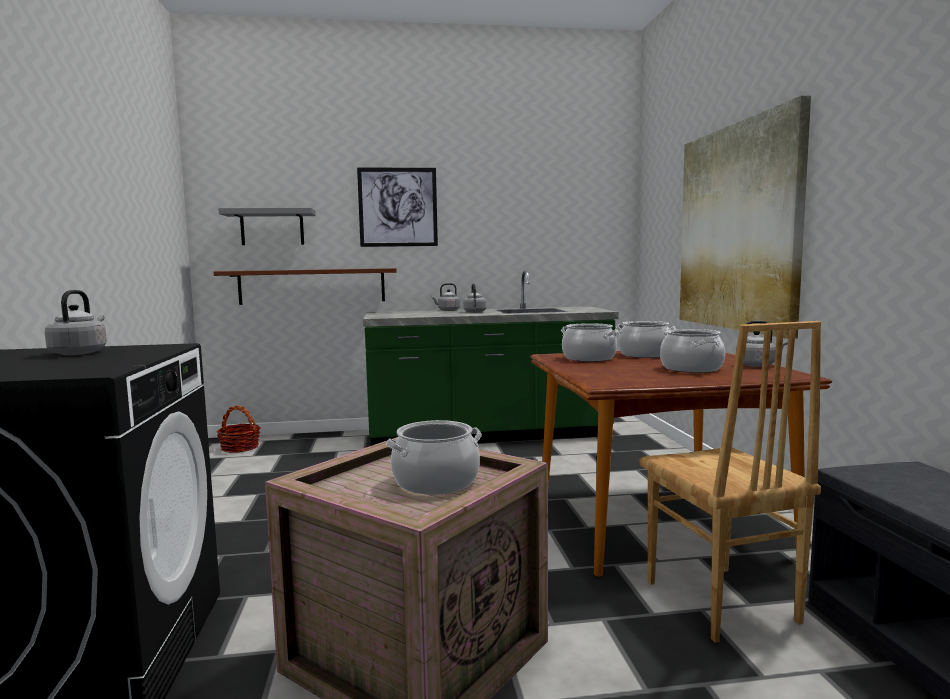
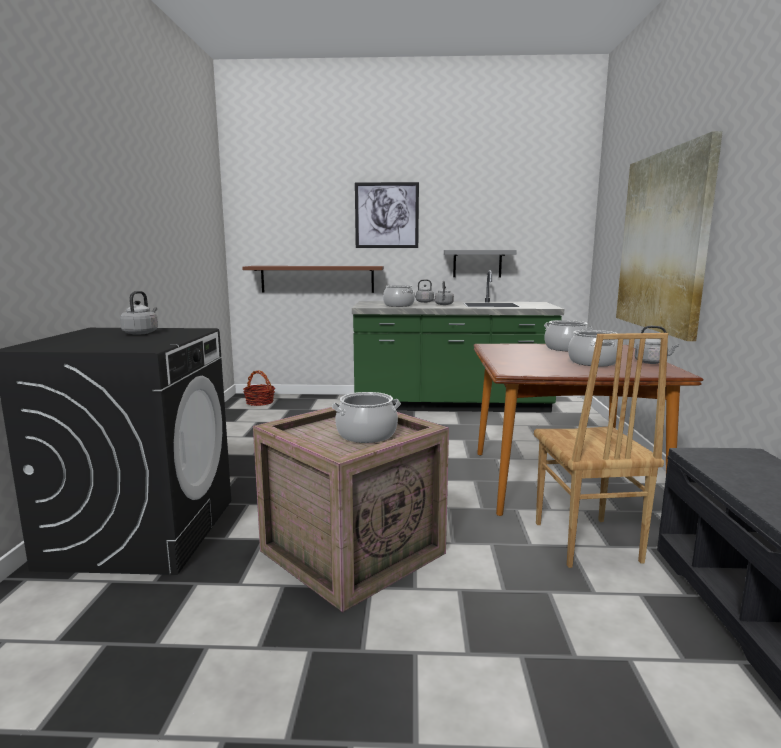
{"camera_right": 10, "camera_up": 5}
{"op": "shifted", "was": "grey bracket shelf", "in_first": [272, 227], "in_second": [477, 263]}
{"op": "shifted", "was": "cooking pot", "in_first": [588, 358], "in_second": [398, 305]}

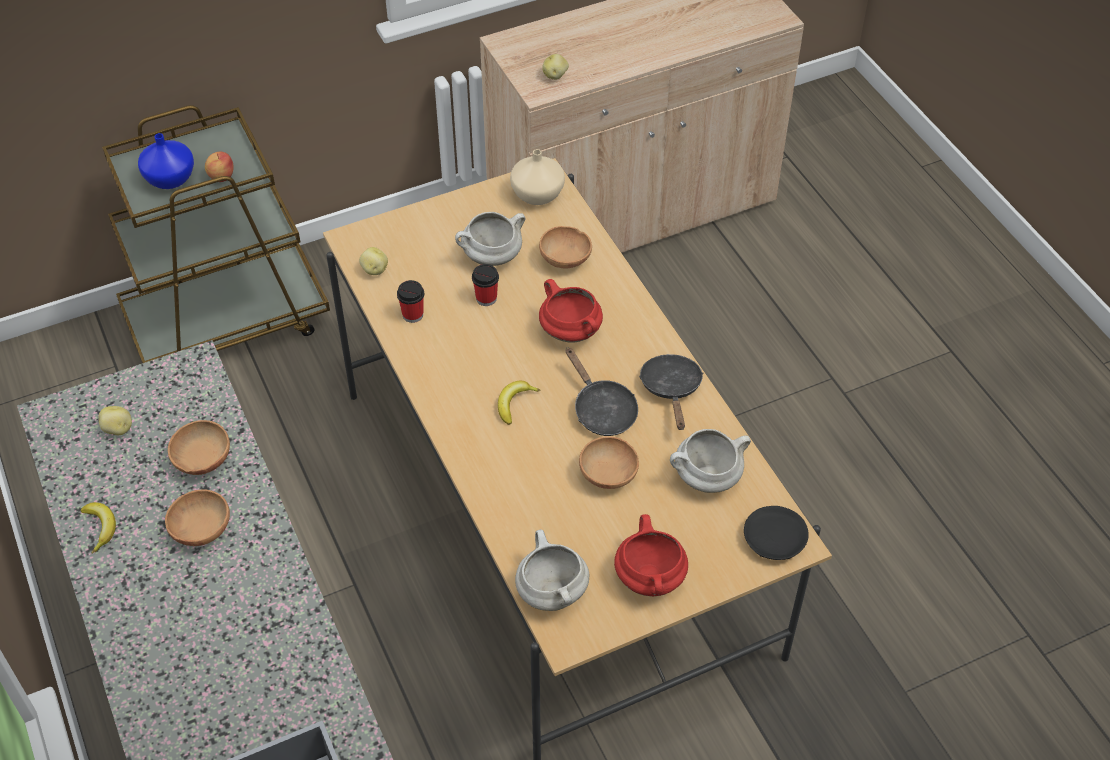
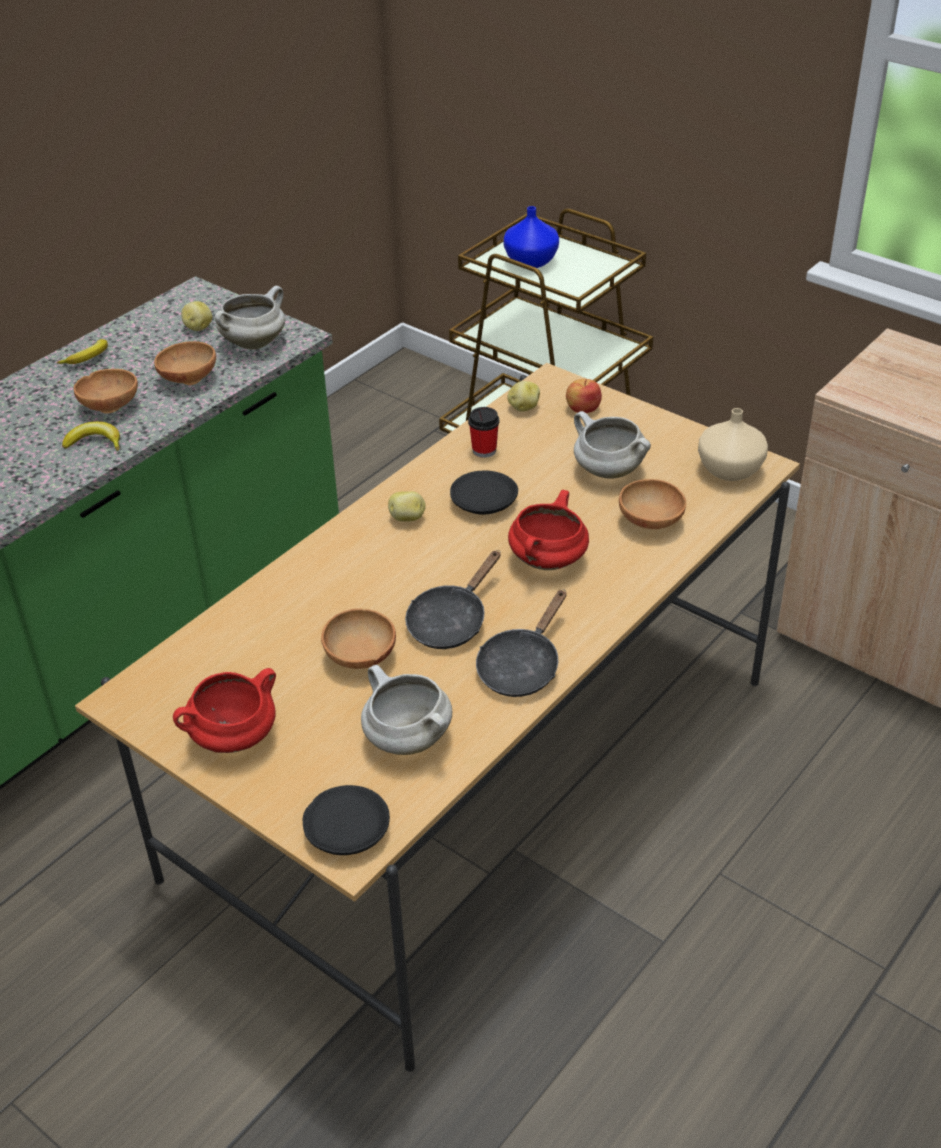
{"camera_right": 65, "camera_up": -10}
{"op": "shifted", "was": "apple fruit", "in_first": [221, 176], "in_second": [583, 408]}
{"op": "gone", "was": "small cup", "in_first": [486, 298]}
{"op": "shifted", "was": "banana fruit", "in_first": [514, 403], "in_second": [95, 442]}
{"op": "shifted", "was": "white cooking pot", "in_first": [550, 591], "in_second": [254, 343]}
{"op": "shifted", "was": "spud", "in_first": [555, 75], "in_second": [408, 518]}
{"op": "rotated", "was": "black-coloured frying pan", "in_first": [671, 389], "in_second": [522, 666], "clockwise": 150}
{"op": "new", "now": "black-coloured plate", "in_second": [483, 502]}

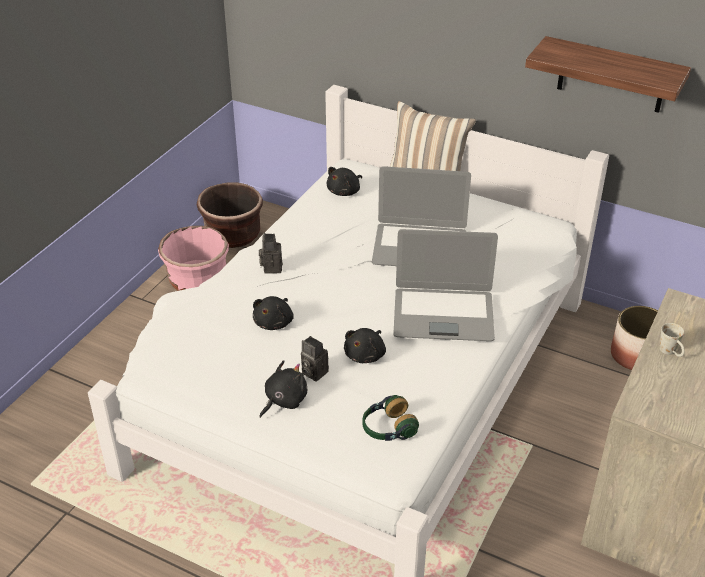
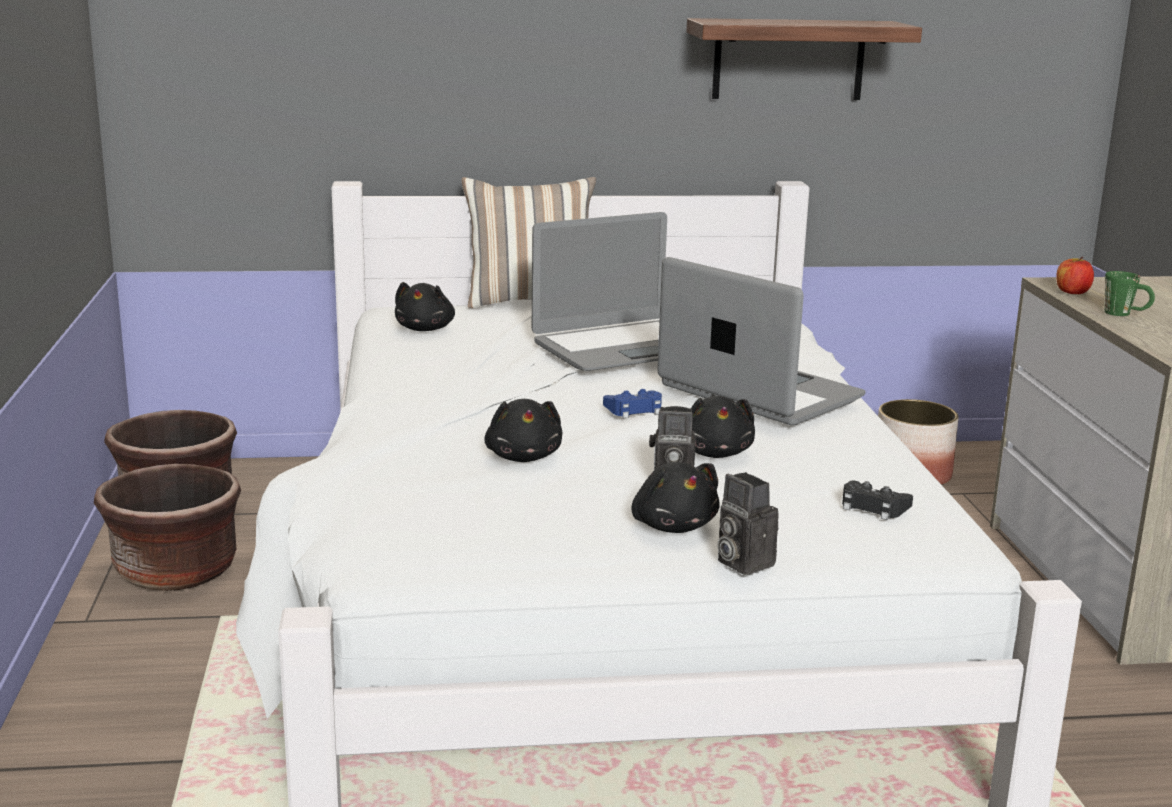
{"camera_right": -35, "camera_up": -20}
{"op": "repainted", "was": "pink-coloured flower pot", "now": "brown-coloured flower pot", "in_first": [198, 281], "in_second": [175, 571]}
{"op": "shifted", "was": "still camera", "in_first": [271, 267], "in_second": [741, 562]}
{"op": "rotated", "was": "black-coloured soft toy", "in_first": [284, 400], "in_second": [673, 525], "clockwise": 150}
{"op": "swapped", "was": "pair of headphones", "now": "black-coloured game controller", "in_first": [388, 429], "in_second": [873, 507]}
{"op": "rotated", "was": "portable computer", "in_first": [443, 315], "in_second": [758, 393], "clockwise": -105}
{"op": "repainted", "was": "white tea mug", "now": "green tea mug", "in_first": [671, 352], "in_second": [1125, 314]}
{"op": "new", "now": "bluish game controller", "in_second": [635, 410]}
{"op": "new", "now": "apple fruit", "in_second": [1072, 292]}

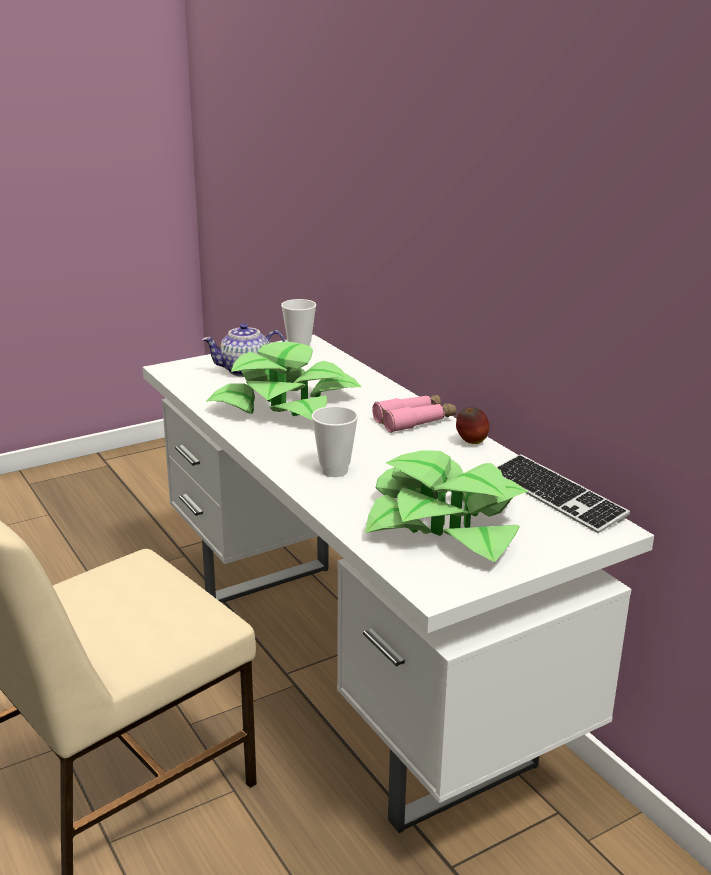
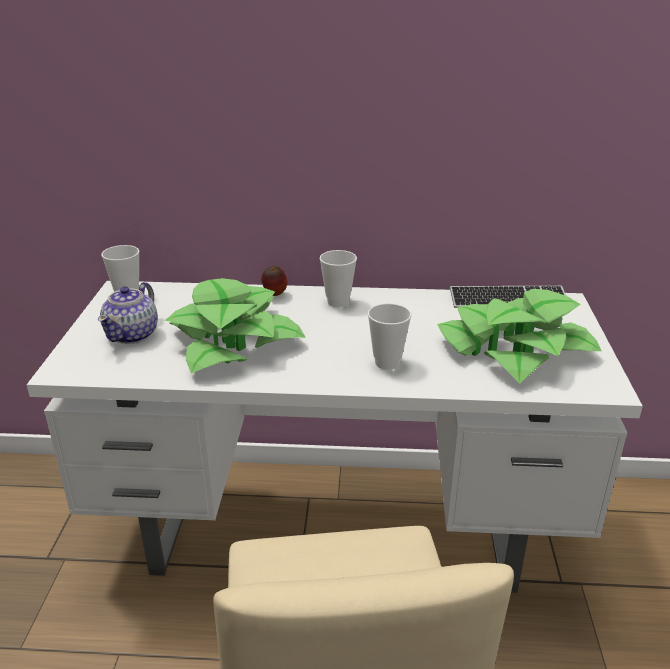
{"camera_right": -55, "camera_up": 5}
{"op": "swapped", "was": "pink-coloured pair of binoculars", "now": "small cup", "in_first": [414, 421], "in_second": [338, 302]}
{"op": "shifted", "was": "apple fruit", "in_first": [471, 443], "in_second": [274, 295]}

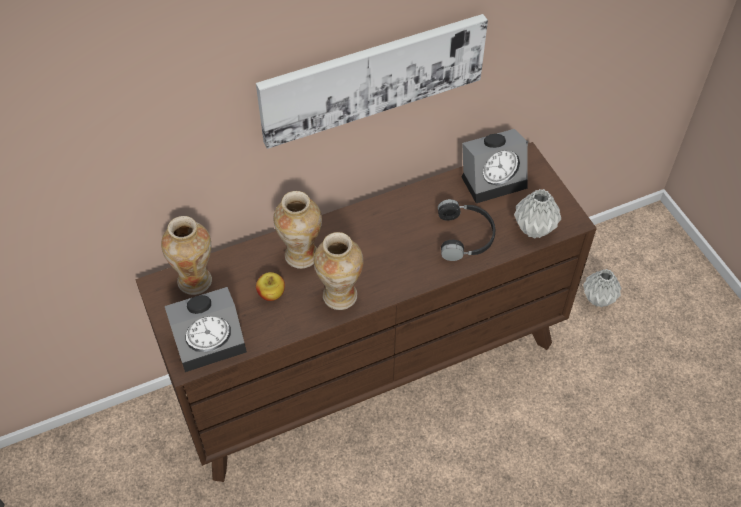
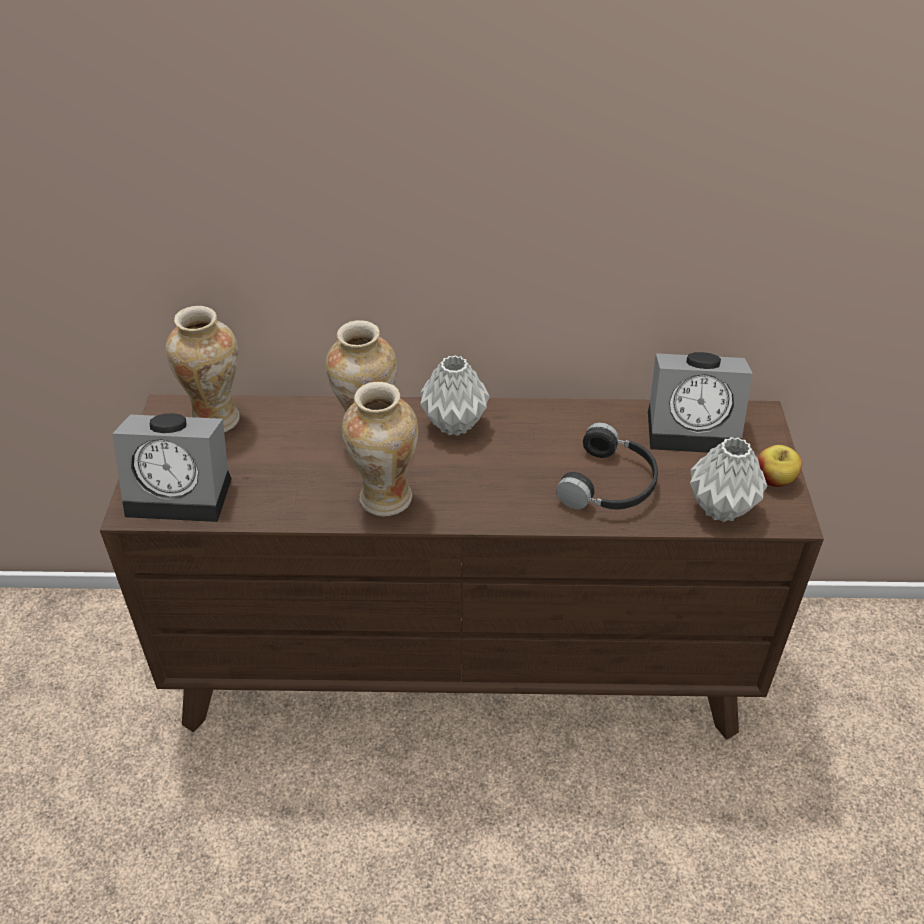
{"camera_right": 25, "camera_up": -10}
{"op": "gone", "was": "picture", "in_first": [372, 77]}
{"op": "shifted", "was": "apple fruit", "in_first": [271, 294], "in_second": [774, 479]}
{"op": "shifted", "was": "grey flower vase", "in_first": [598, 298], "in_second": [455, 423]}

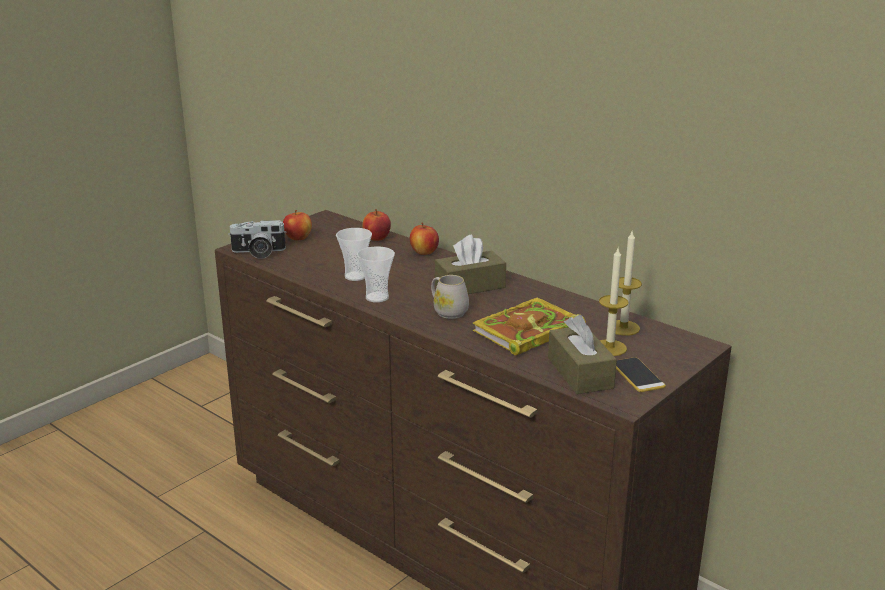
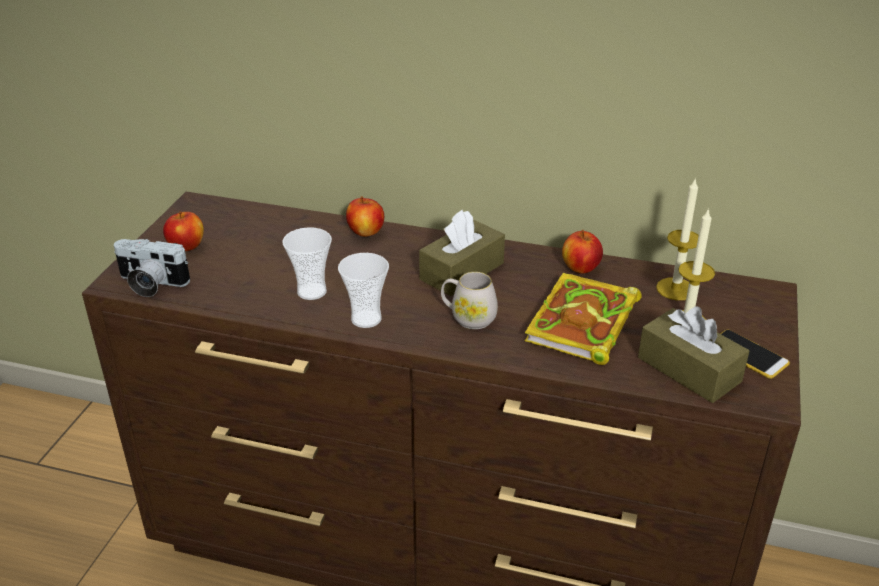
{"camera_right": -25, "camera_up": 10}
{"op": "rotated", "was": "still camera", "in_first": [258, 252], "in_second": [150, 284], "clockwise": 45}
{"op": "shifted", "was": "apple fruit", "in_first": [376, 238], "in_second": [580, 268]}

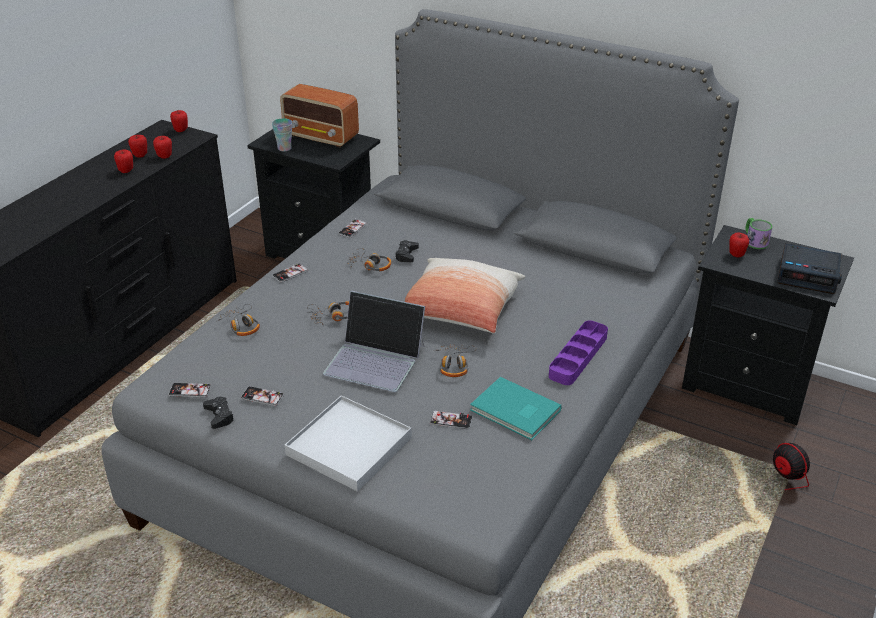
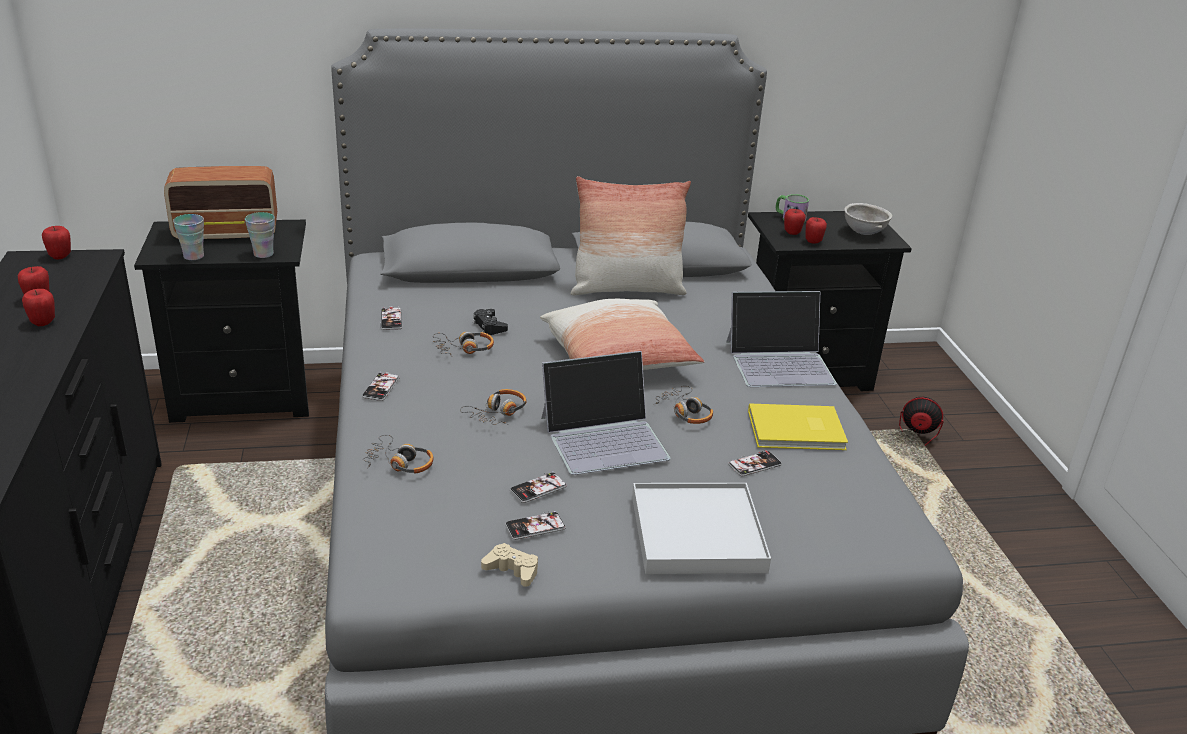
{"camera_right": -40, "camera_up": -5}
{"op": "shifted", "was": "apple fruit", "in_first": [165, 157], "in_second": [813, 242]}
{"op": "shifted", "was": "phone", "in_first": [190, 391], "in_second": [538, 488]}
{"op": "repainted", "was": "black-coloured game controller", "now": "beige game controller", "in_first": [219, 416], "in_second": [512, 570]}
{"op": "repainted", "was": "blue-green book", "now": "yellowish book", "in_first": [515, 412], "in_second": [798, 431]}
{"op": "swapped", "was": "purple serving tray", "now": "portable computer", "in_first": [578, 356], "in_second": [780, 362]}
{"op": "swapped", "was": "bedside clock", "now": "grey bowl", "in_first": [808, 275], "in_second": [864, 233]}
{"op": "new", "now": "small cup", "in_second": [263, 254]}
{"op": "new", "now": "throw pillow", "in_second": [627, 289]}

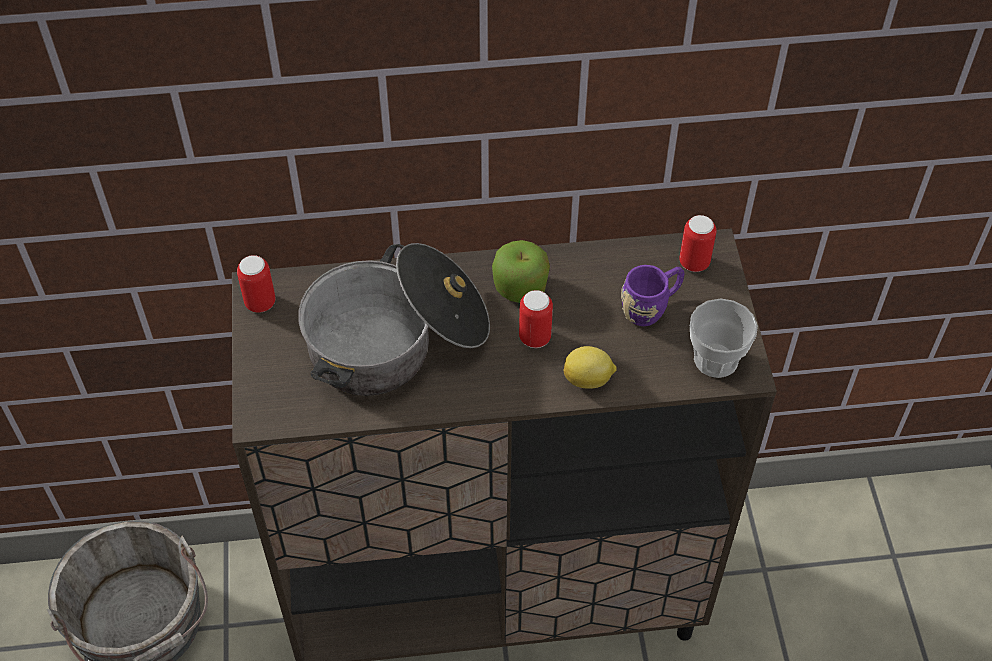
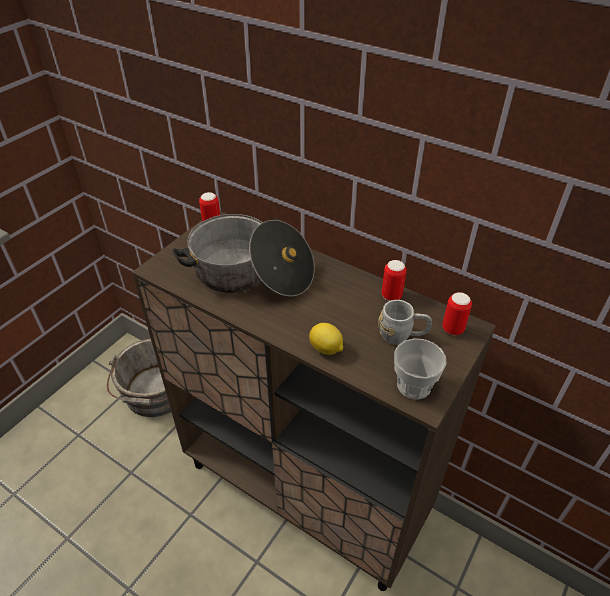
{"camera_right": 40, "camera_up": -10}
{"op": "gone", "was": "apple fruit", "in_first": [520, 287]}
{"op": "shifted", "was": "sealed can", "in_first": [535, 337], "in_second": [391, 296]}
{"op": "repainted", "was": "purple tea mug", "now": "grey tea mug", "in_first": [651, 307], "in_second": [402, 336]}

